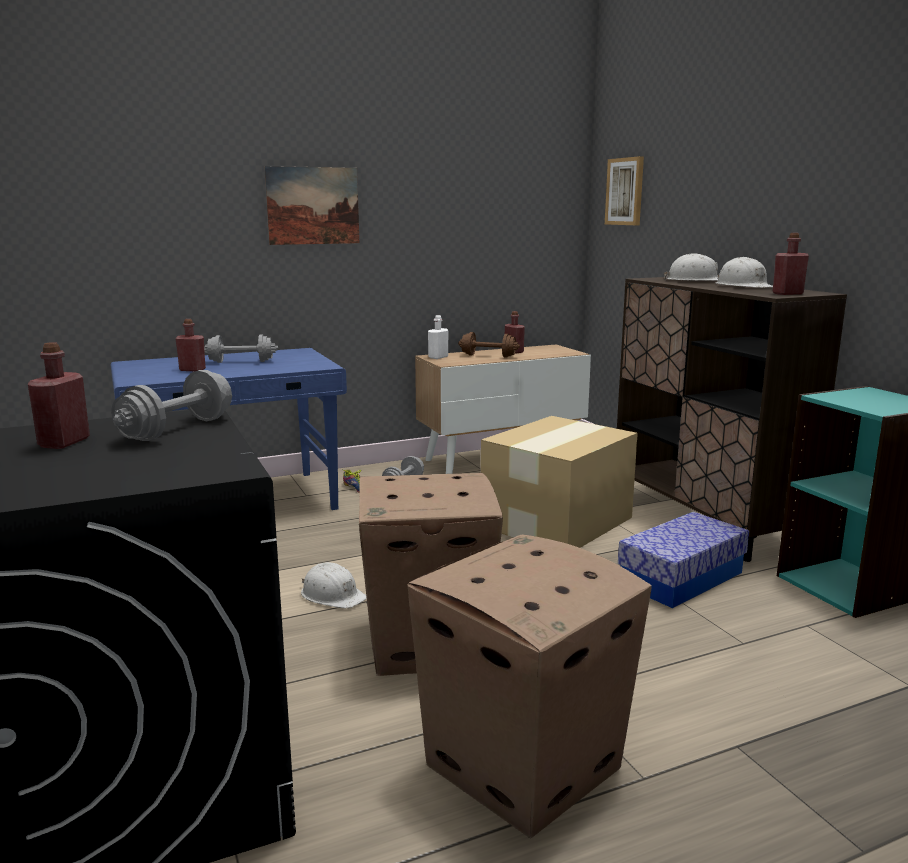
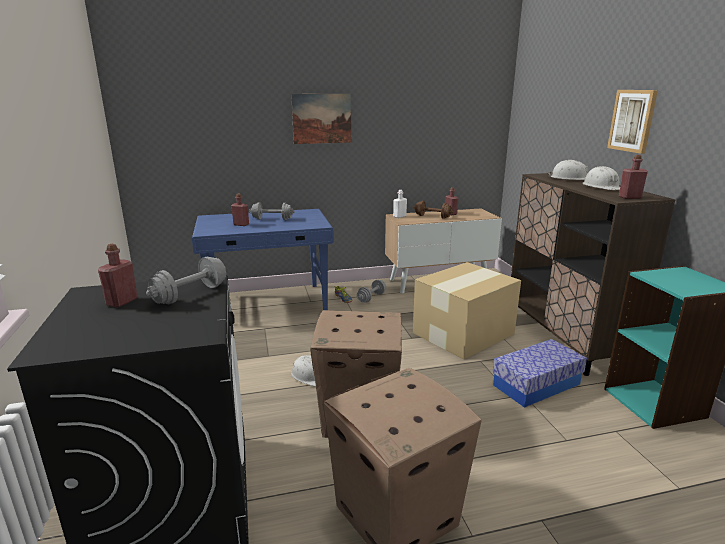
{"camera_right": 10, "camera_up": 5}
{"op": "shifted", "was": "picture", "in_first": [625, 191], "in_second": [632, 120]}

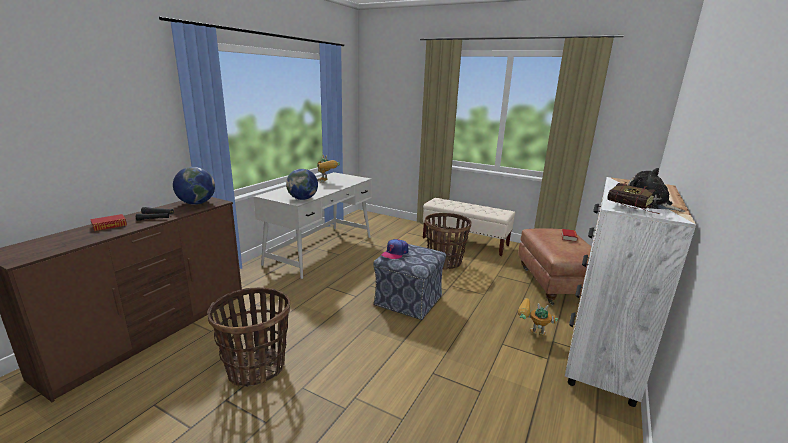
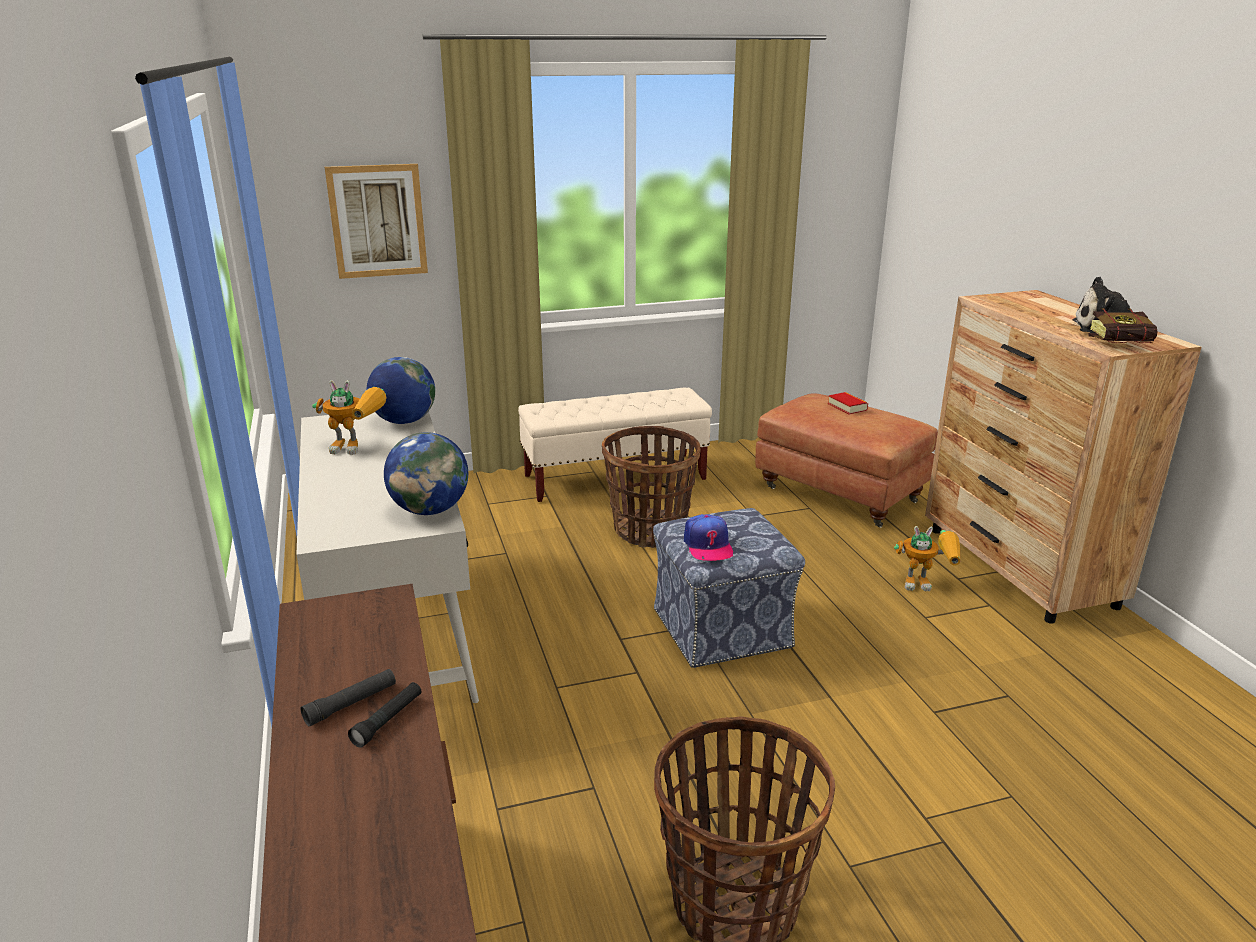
{"camera_right": -45, "camera_up": 5}
{"op": "gone", "was": "book", "in_first": [109, 226]}
{"op": "shifted", "was": "globe", "in_first": [196, 203], "in_second": [404, 421]}
{"op": "rotated", "was": "toy robot", "in_first": [530, 334], "in_second": [926, 584], "clockwise": -150}
{"op": "repainted", "was": "white dresser", "now": "brown-coloured dresser", "in_first": [601, 356], "in_second": [1018, 567]}
{"op": "new", "now": "picture", "in_second": [377, 221]}

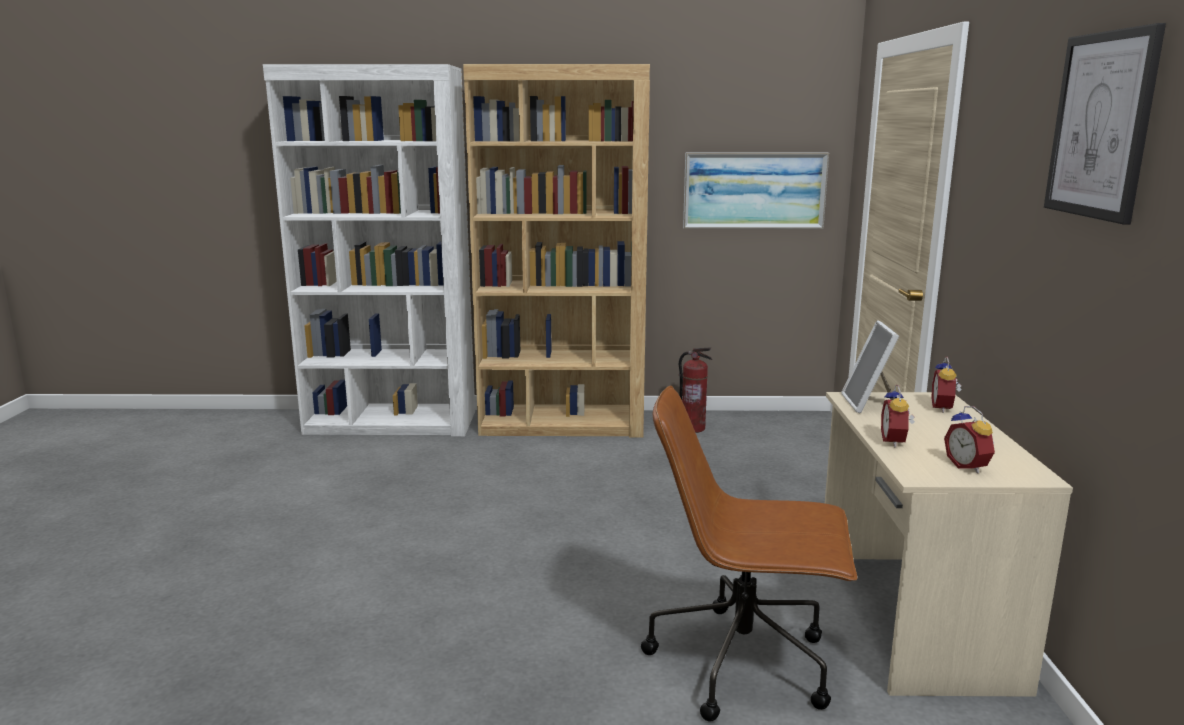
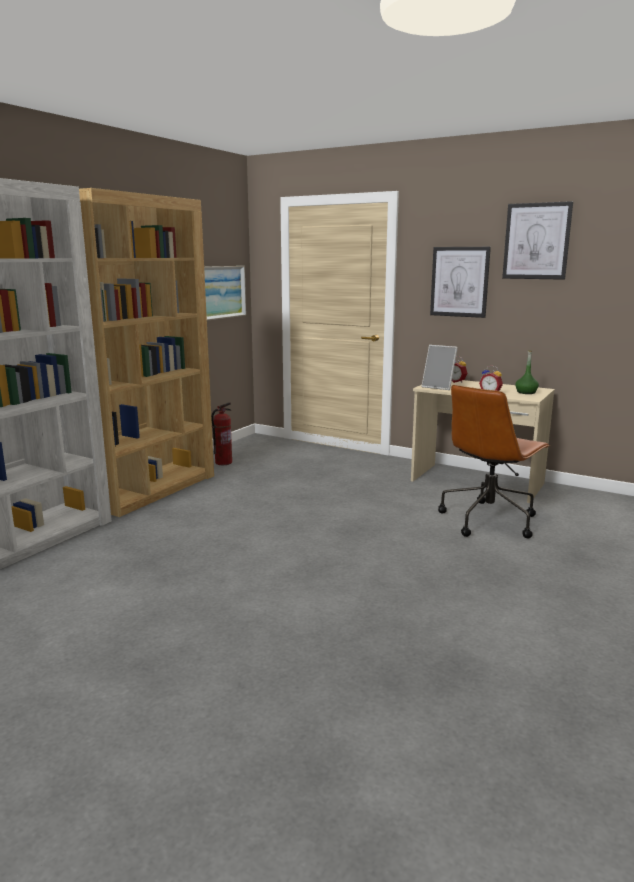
{"camera_right": -60, "camera_up": 0}
{"op": "swapped", "was": "bedside clock", "now": "green drink bottle", "in_first": [968, 466], "in_second": [526, 392]}
{"op": "new", "now": "picture", "in_second": [459, 282]}

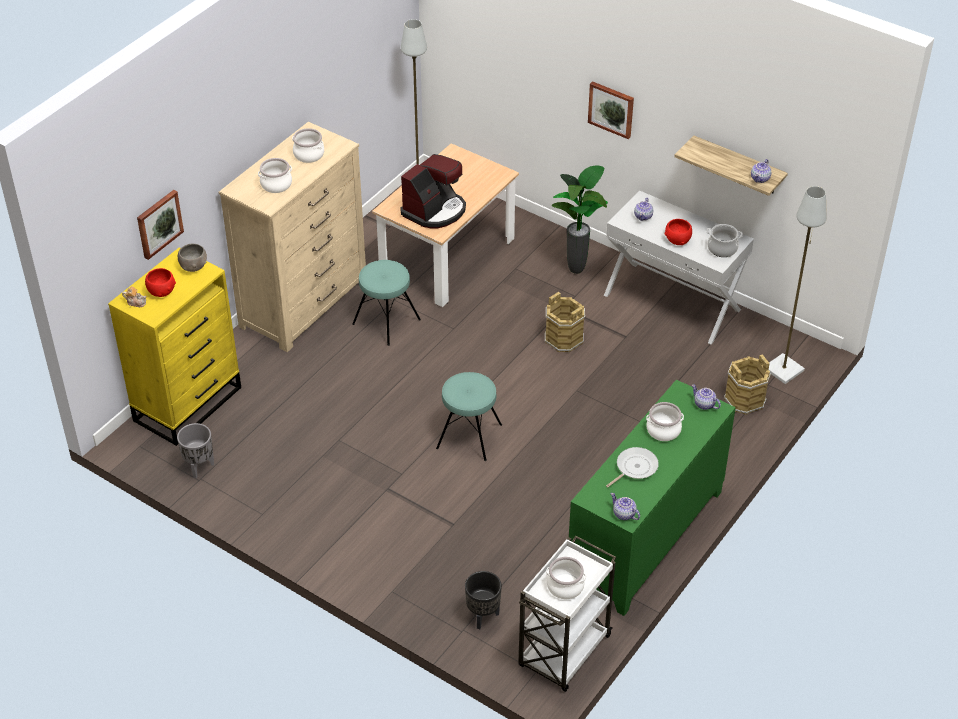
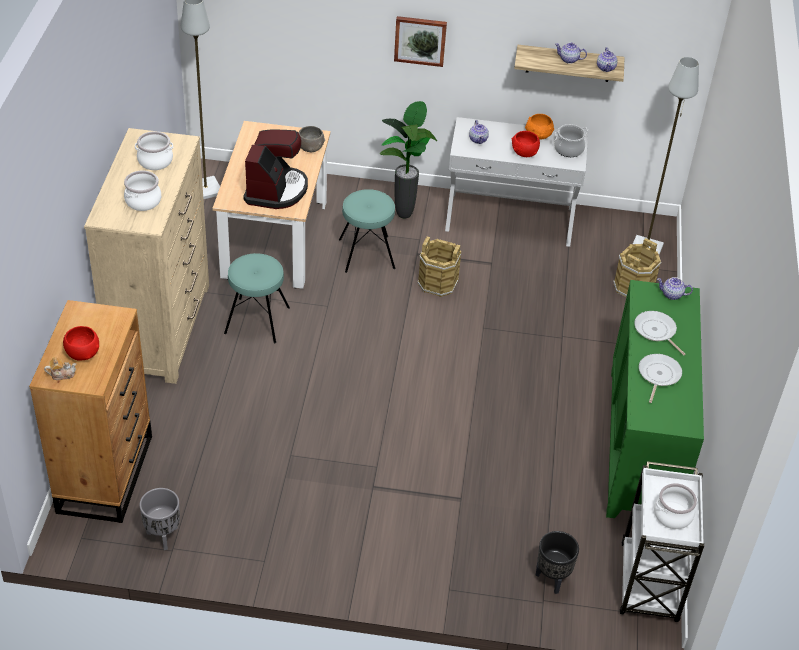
{"camera_right": -30, "camera_up": 0}
{"op": "repainted", "was": "yellowish dresser", "now": "brown-coloured dresser", "in_first": [188, 403], "in_second": [106, 473]}
{"op": "gone", "was": "picture", "in_first": [159, 223]}
{"op": "shifted", "was": "grey bowl", "in_first": [194, 266], "in_second": [311, 148]}
{"op": "shifted", "was": "blue-green sitting stool", "in_first": [469, 436], "in_second": [366, 254]}
{"op": "shifted", "was": "tea pot", "in_first": [624, 514], "in_second": [569, 60]}
{"op": "swapped", "was": "cooking pot", "now": "frying pan", "in_first": [663, 430], "in_second": [656, 331]}
{"op": "new", "now": "orangey bowl", "in_second": [538, 135]}

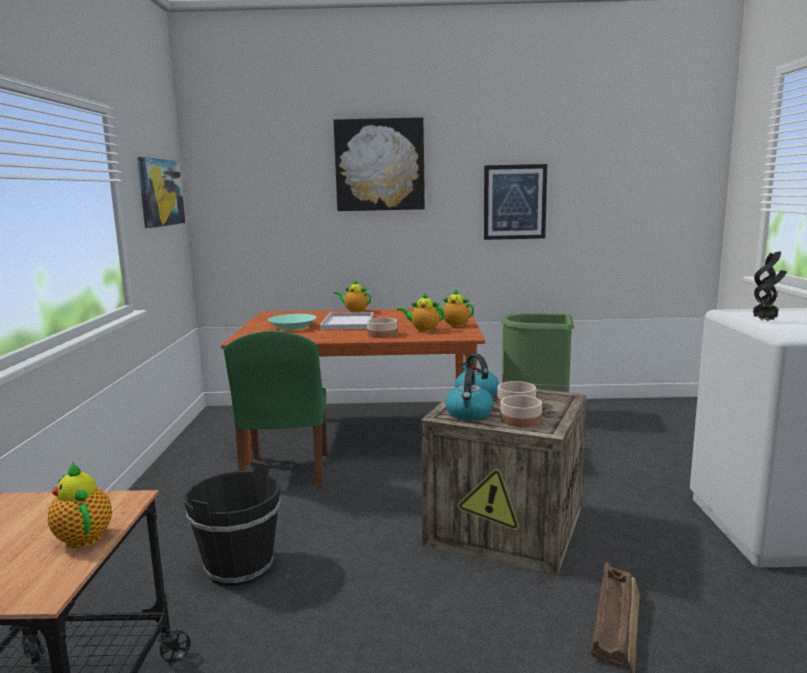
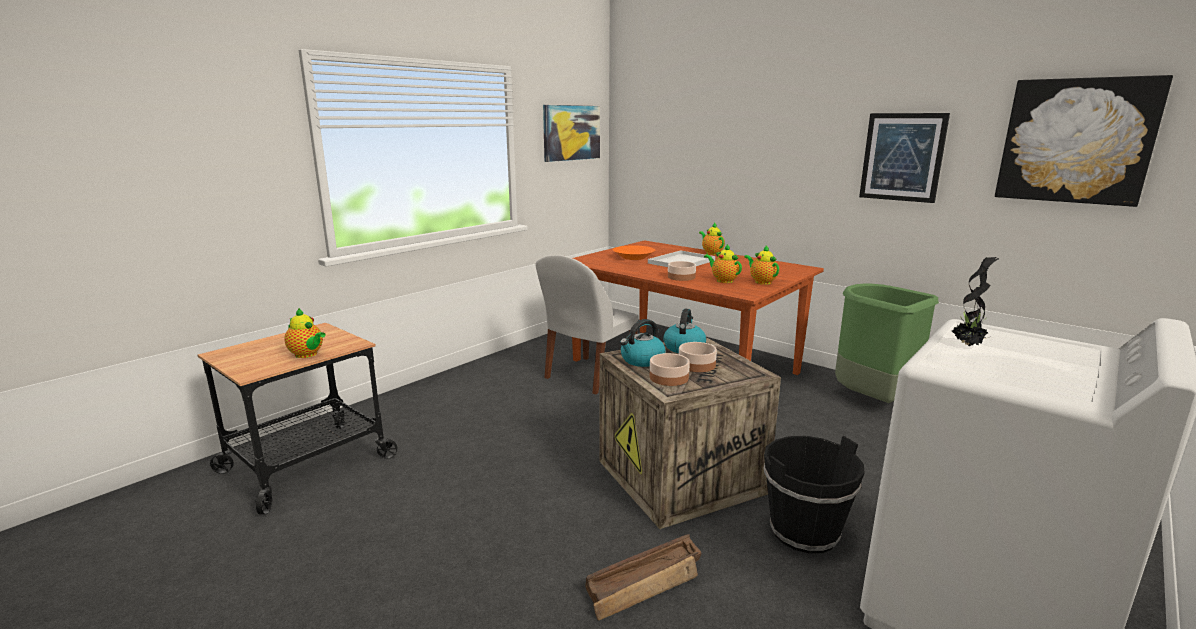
{"camera_right": 40, "camera_up": 5}
{"op": "rotated", "was": "tea pot", "in_first": [83, 536], "in_second": [307, 355], "clockwise": 120}
{"op": "shifted", "was": "black-coloured water bucket", "in_first": [239, 567], "in_second": [803, 531]}
{"op": "repainted", "was": "green upright chair", "now": "white upright chair", "in_first": [285, 474], "in_second": [588, 376]}
{"op": "repainted", "was": "blue-green bowl", "now": "orangey bowl", "in_first": [292, 327], "in_second": [633, 257]}
{"op": "shifted", "was": "picture", "in_first": [380, 165], "in_second": [1076, 141]}

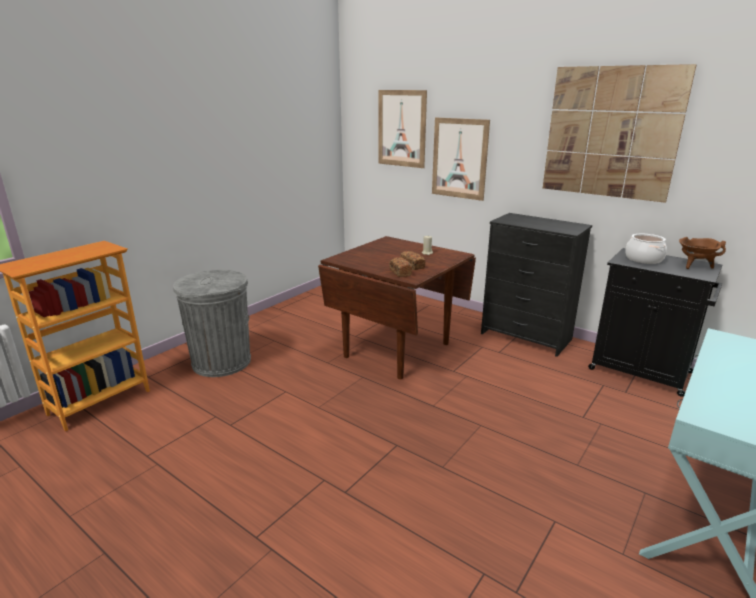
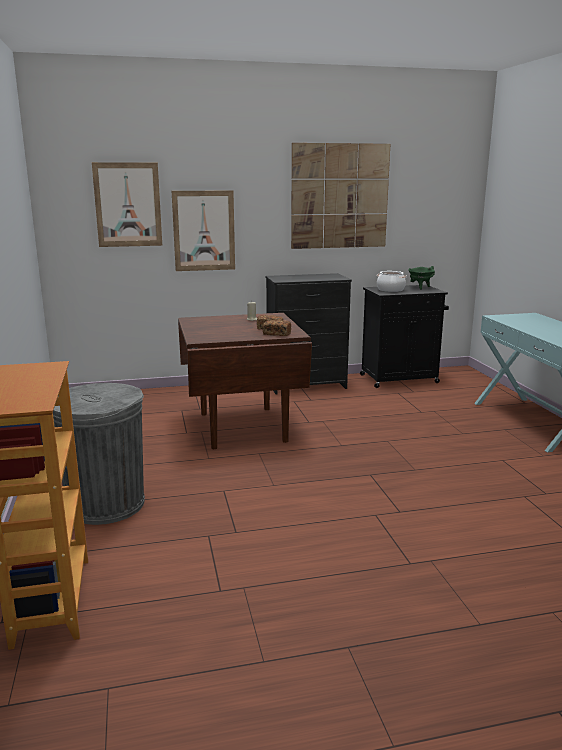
{"camera_right": -50, "camera_up": -5}
{"op": "repainted", "was": "brown-coloured cooking pot", "now": "green cooking pot", "in_first": [695, 266], "in_second": [420, 288]}

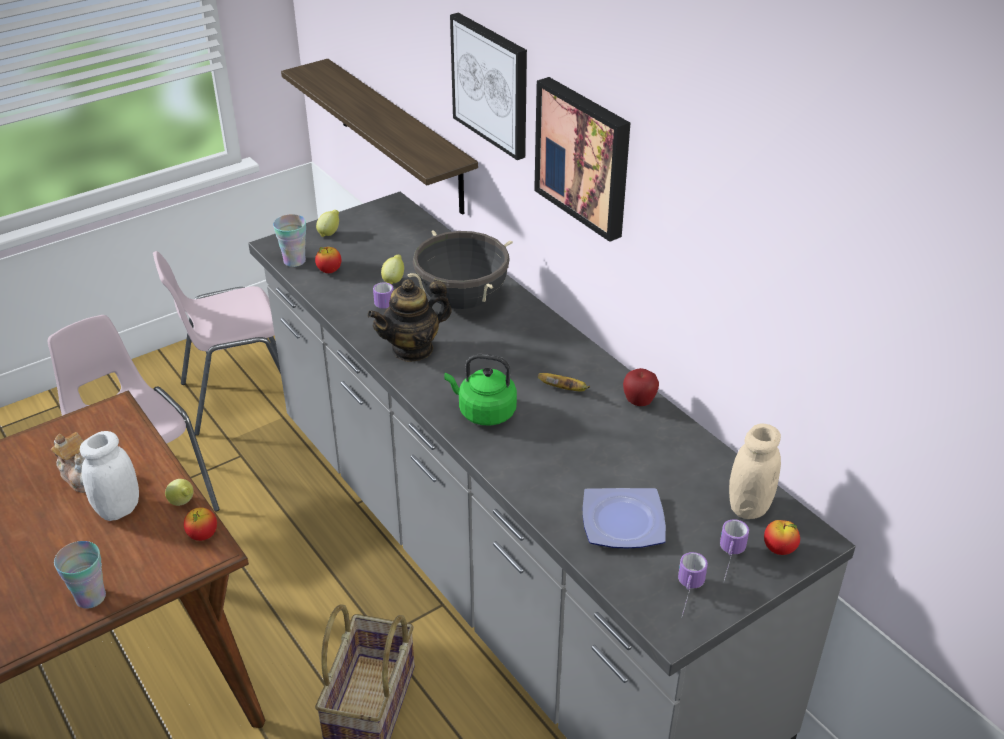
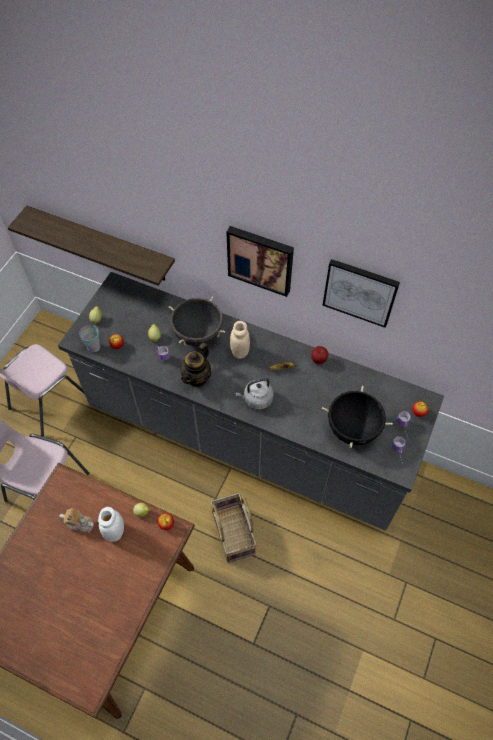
{"camera_right": -30, "camera_up": 20}
{"op": "gone", "was": "small cup", "in_first": [90, 597]}
{"op": "repainted", "was": "green water kettle", "now": "grey water kettle", "in_first": [484, 412], "in_second": [256, 399]}
{"op": "shifted", "was": "picture", "in_first": [491, 84], "in_second": [360, 292]}
{"op": "swapped", "was": "plate", "now": "black-coloured cooking pot", "in_first": [624, 521], "in_second": [352, 429]}
{"op": "shifted", "was": "beige jar", "in_first": [748, 507], "in_second": [240, 352]}

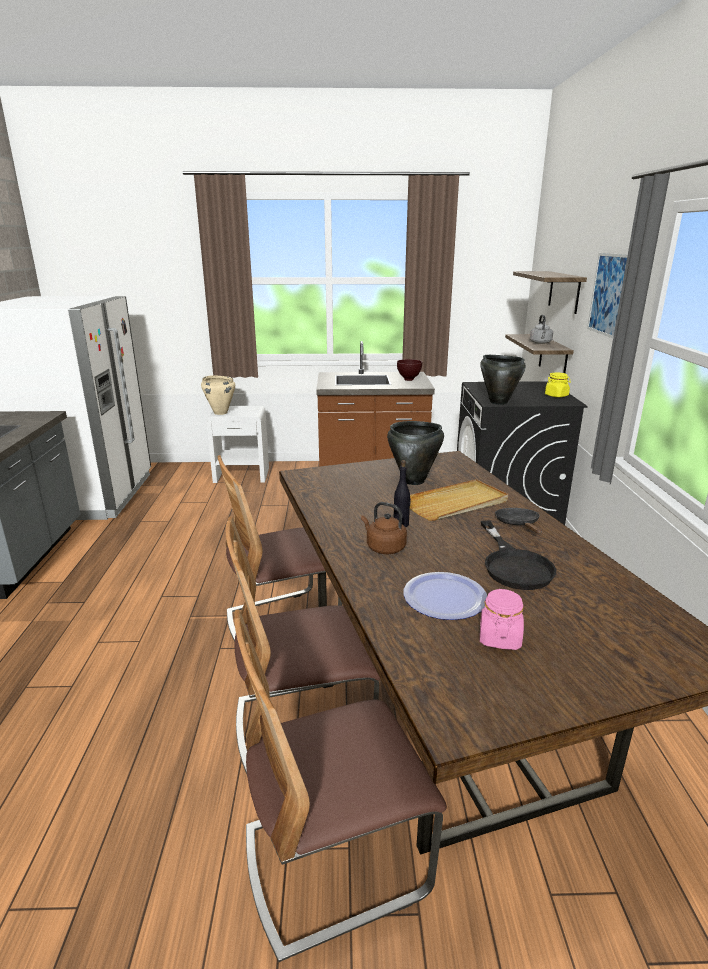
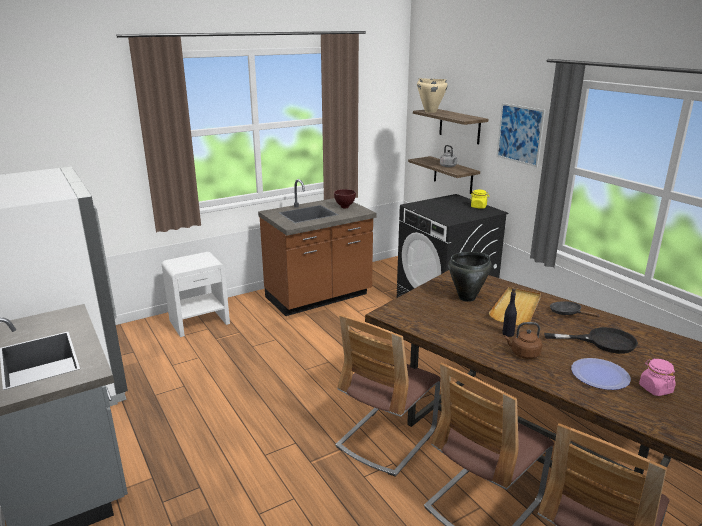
{"camera_right": -30, "camera_up": 0}
{"op": "shifted", "was": "beige cooking pot", "in_first": [220, 413], "in_second": [430, 111]}
{"op": "gone", "was": "black-coloured cooking pot", "in_first": [498, 402]}
{"op": "rotated", "was": "black-coloured frying pan", "in_first": [514, 565], "in_second": [602, 342], "clockwise": -45}

